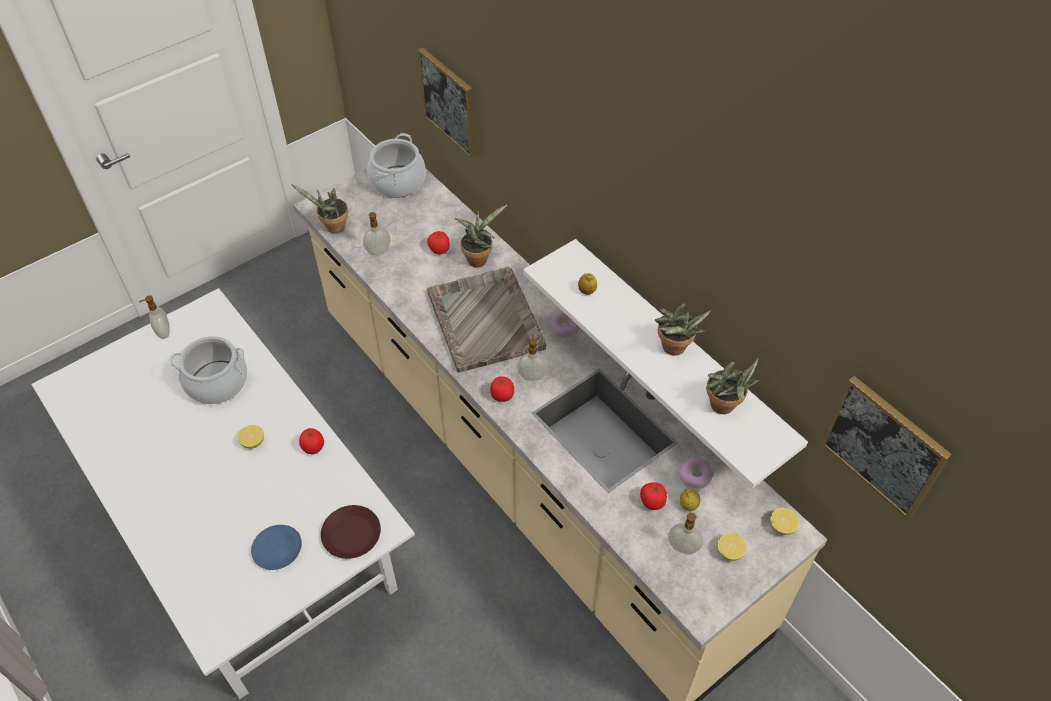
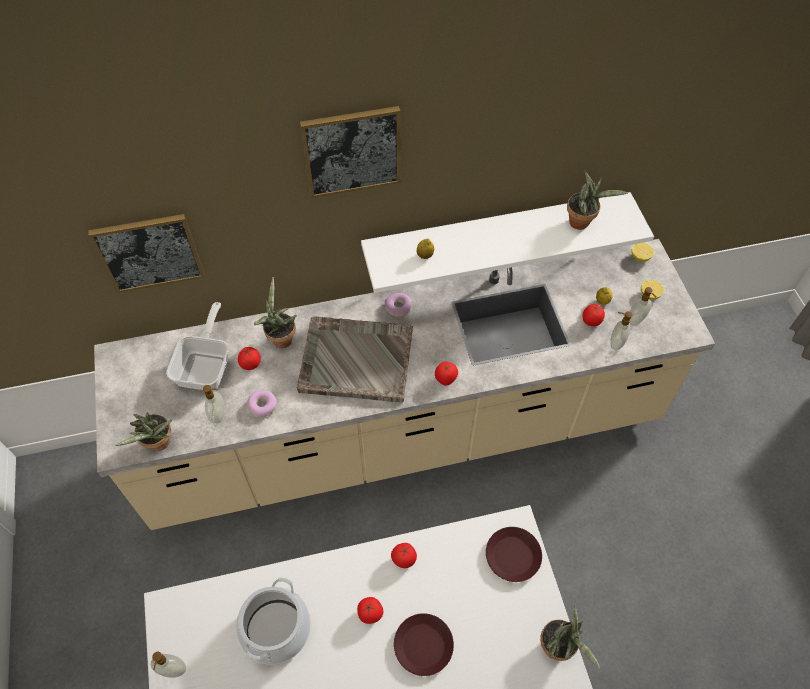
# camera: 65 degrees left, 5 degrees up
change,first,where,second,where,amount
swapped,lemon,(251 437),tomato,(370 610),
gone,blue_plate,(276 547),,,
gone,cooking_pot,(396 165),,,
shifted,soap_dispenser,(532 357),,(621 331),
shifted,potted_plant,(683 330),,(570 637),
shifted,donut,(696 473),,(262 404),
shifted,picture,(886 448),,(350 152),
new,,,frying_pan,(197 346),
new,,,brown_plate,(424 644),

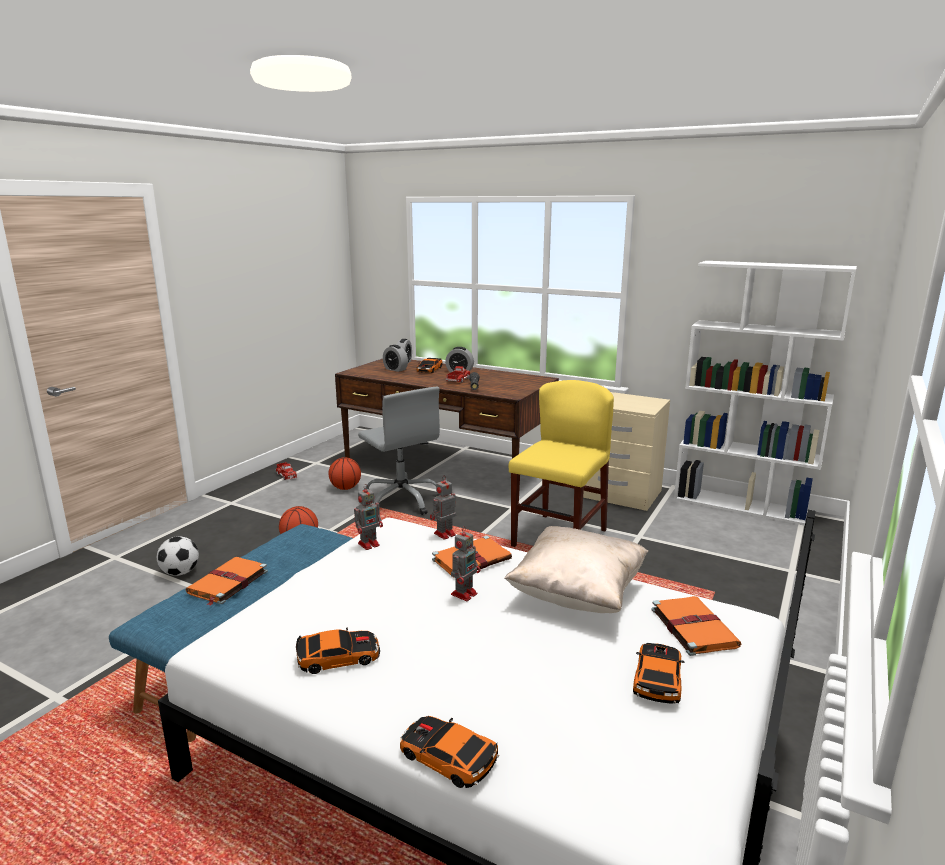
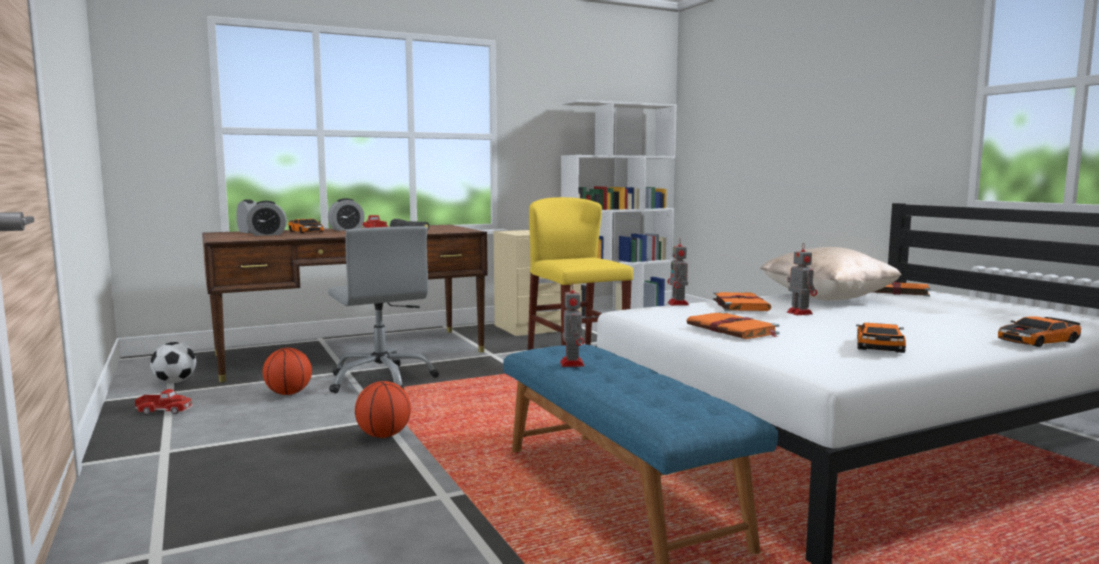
# camera: 55 degrees left, 10 degrees down
change,first,where,second,where,amount
shifted,football,(178 556),,(173 362),
shifted,orange_book,(227 581),,(733 325),
shifted,toy_robot,(368 517),,(572 325),
rotated,grey_office_chair,(399 451),,(383 309),60 degrees clockwise
gone,toy_car,(658 673),,,

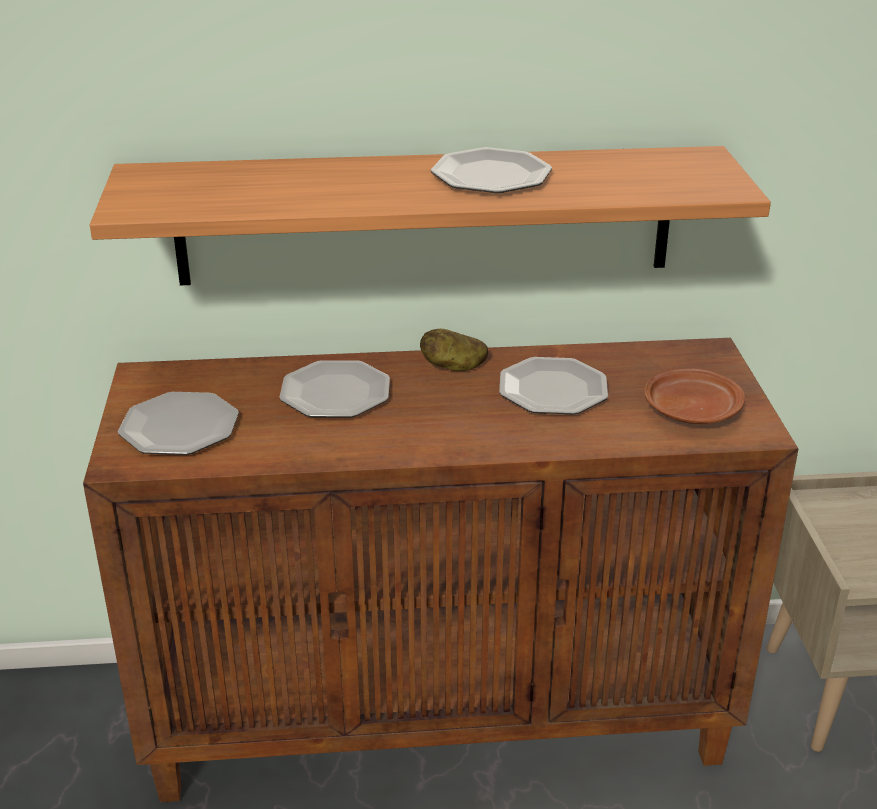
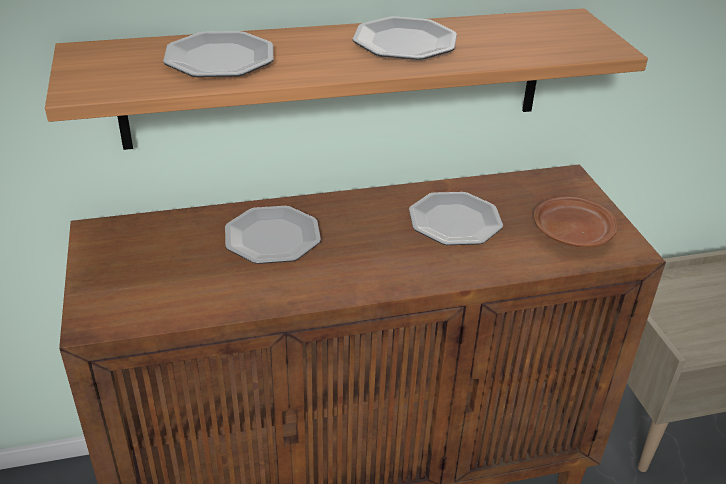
# camera: 10 degrees left, 5 degrees up
change,first,where,second,where,amount
shifted,plate,(178 423),,(218 54),
gone,potato,(454 350),,,

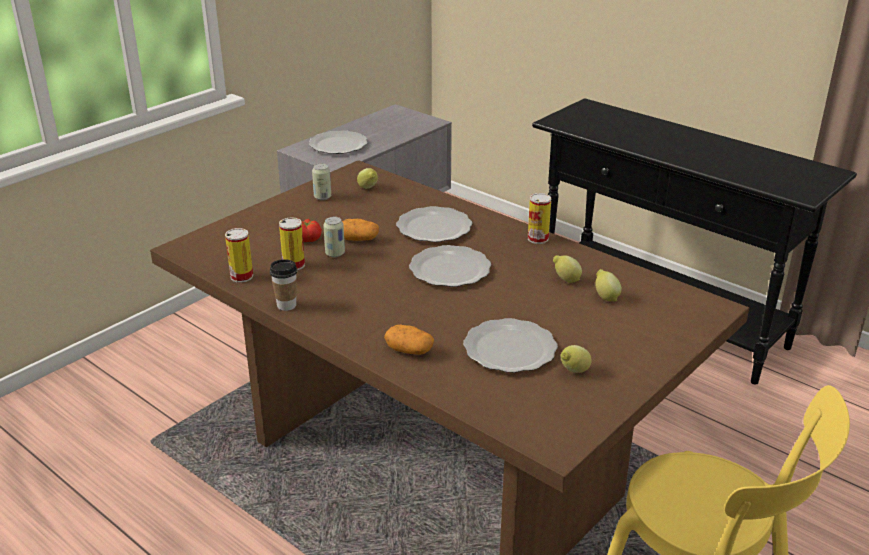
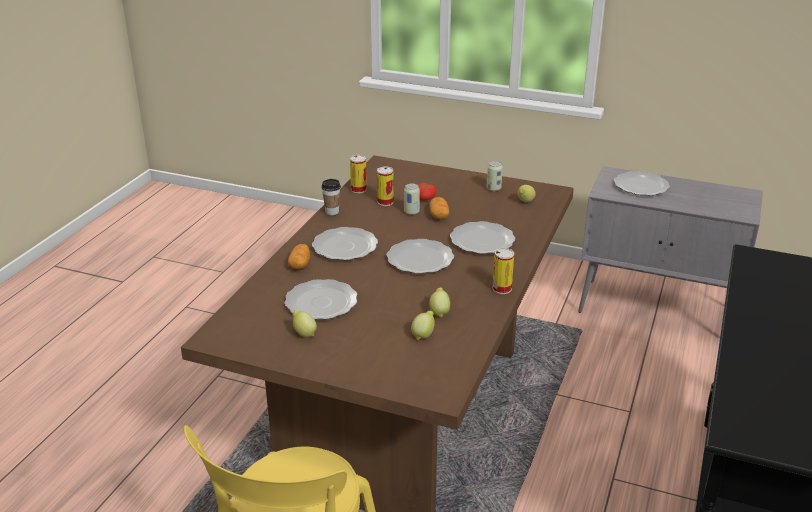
# camera: 70 degrees right, 0 degrees up
change,first,where,second,where,amount
new,,,plate,(345 243),

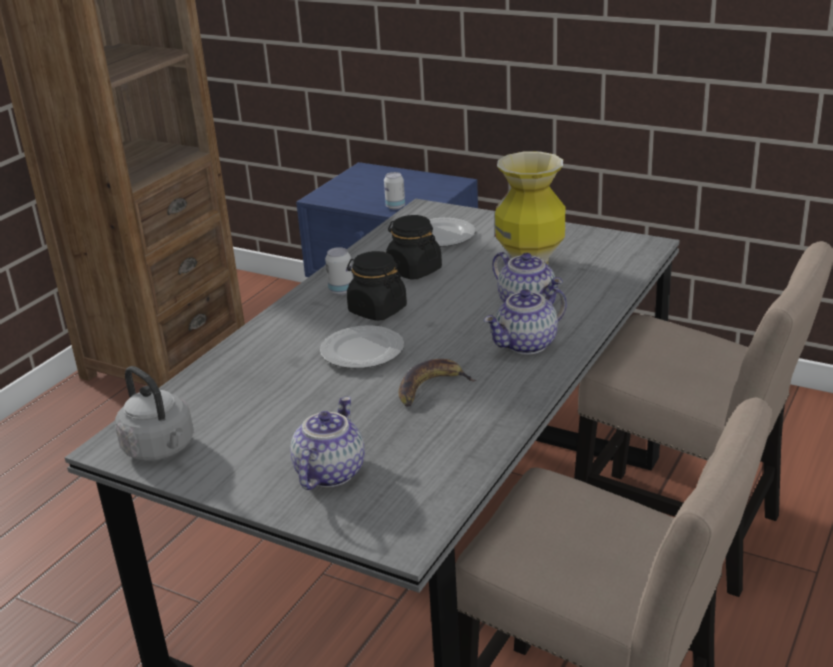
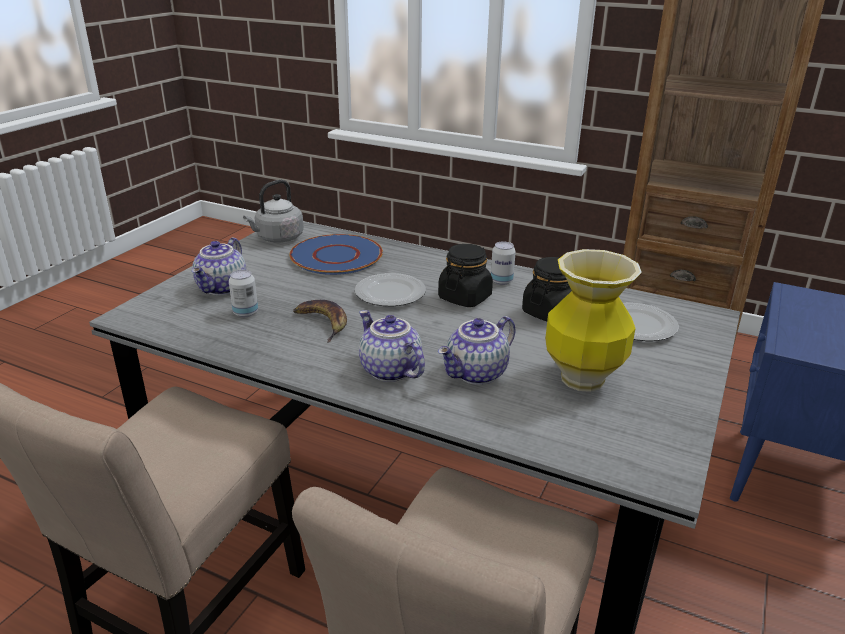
# camera: 85 degrees right, 0 degrees up
change,first,where,second,where,amount
rotated,teapot,(327 443),,(219 266),90 degrees clockwise
shifted,can,(394 191),,(243 293),
new,,,blue_plate,(336 254),

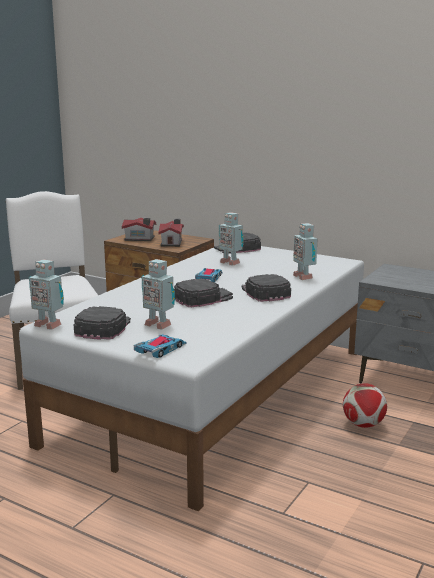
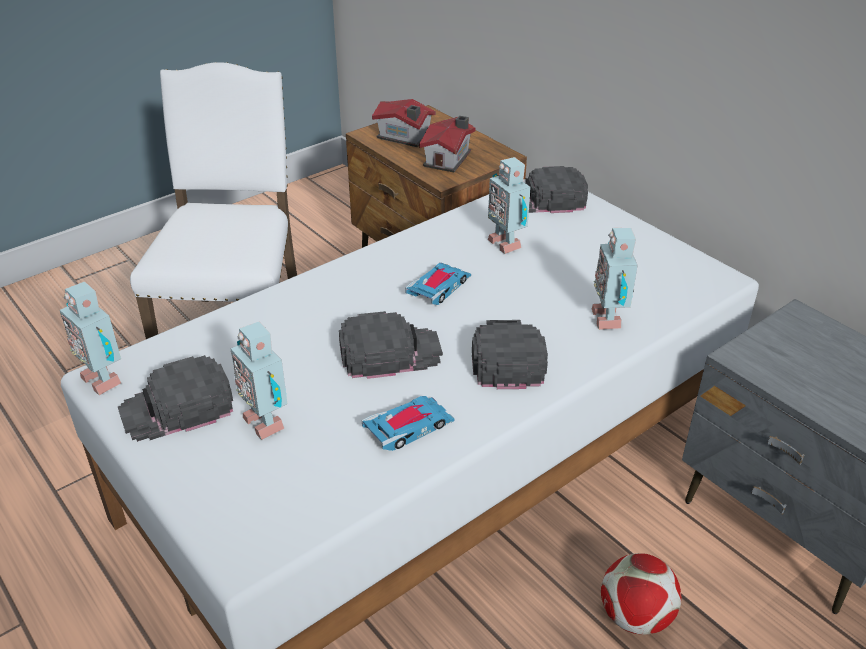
# camera: 20 degrees right, 20 degrees up
change,first,where,second,where,amount
rotated,black_cap,(102 323),,(175 398),150 degrees counterclockwise
shifted,toy_car,(160 346),,(408 423),

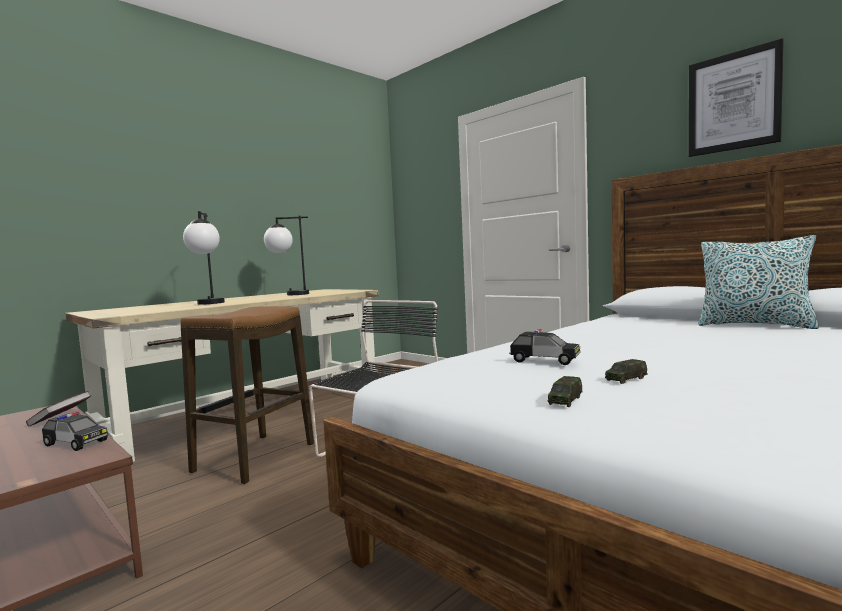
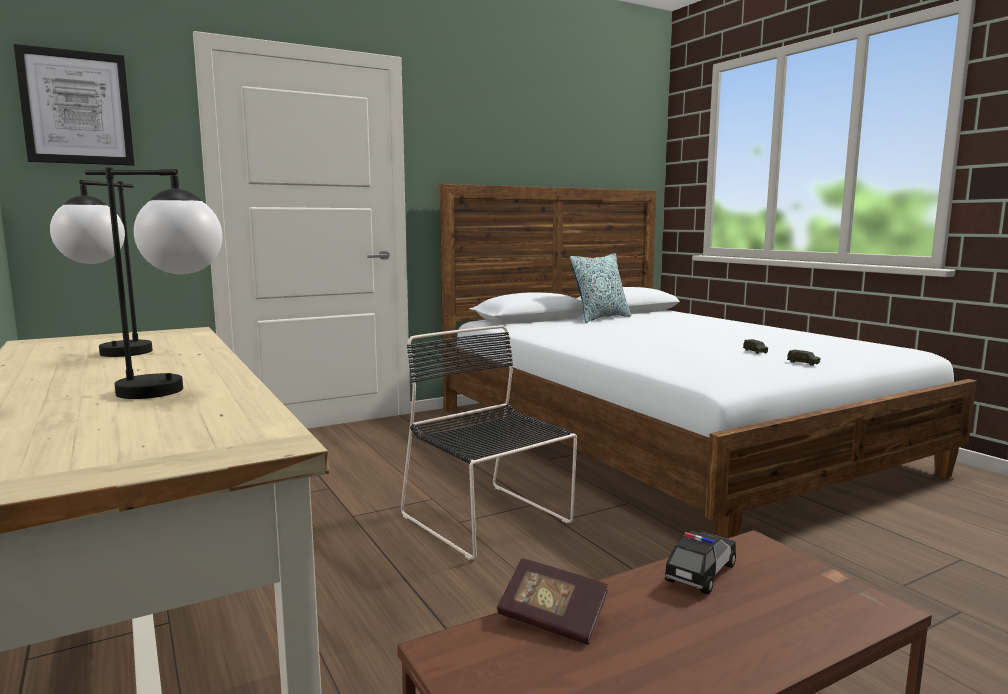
# camera: 75 degrees left, 5 degrees up
change,first,where,second,where,amount
gone,stool,(247 395),,,
gone,toy_car,(544 347),,,
shifted,picture,(736 97),,(74 105),

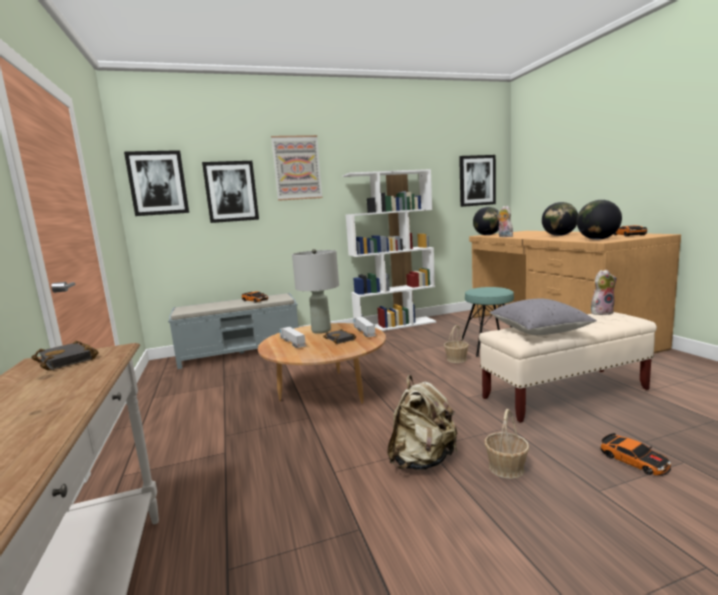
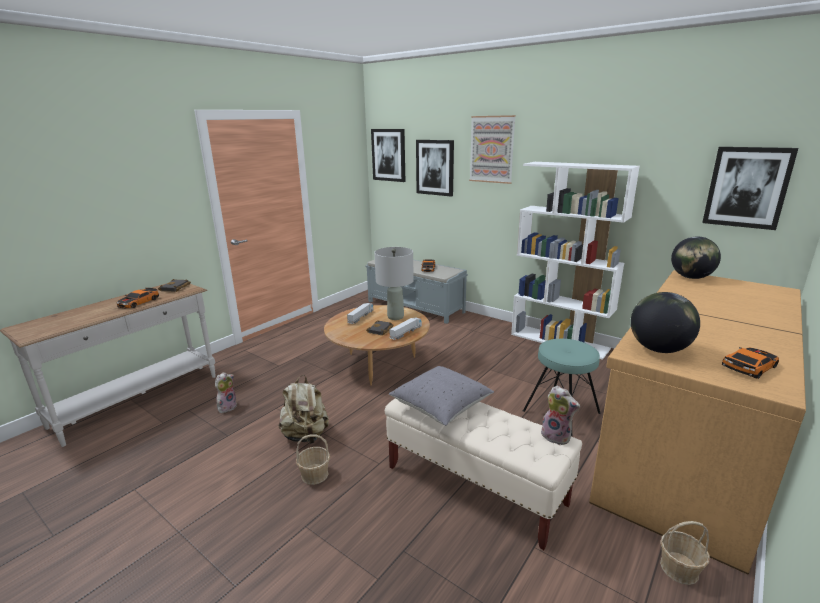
# camera: 55 degrees right, 10 degrees up
change,first,where,second,where,amount
shifted,basket,(456 344),,(685 553),
shifted,plush_toy,(505 221),,(226 392),
gone,globe,(560 219),,,
shifted,toy_car,(635 454),,(138 298),

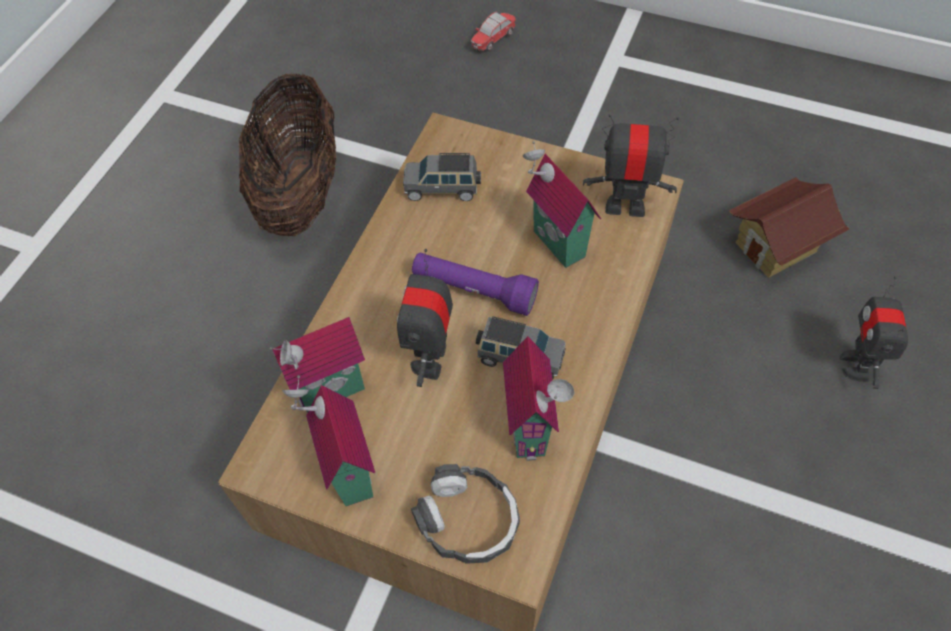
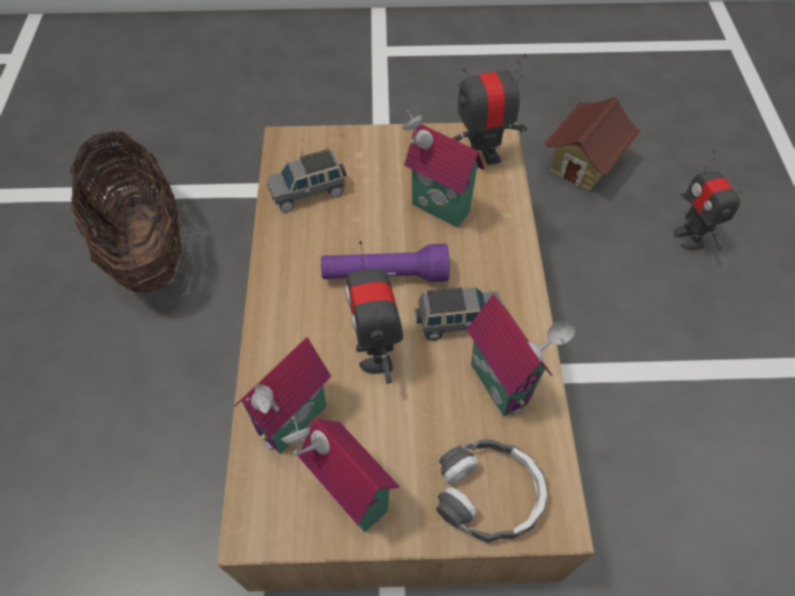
# camera: 25 degrees left, 0 degrees up
change,first,where,second,where,amount
gone,toy_car,(493 31),,,

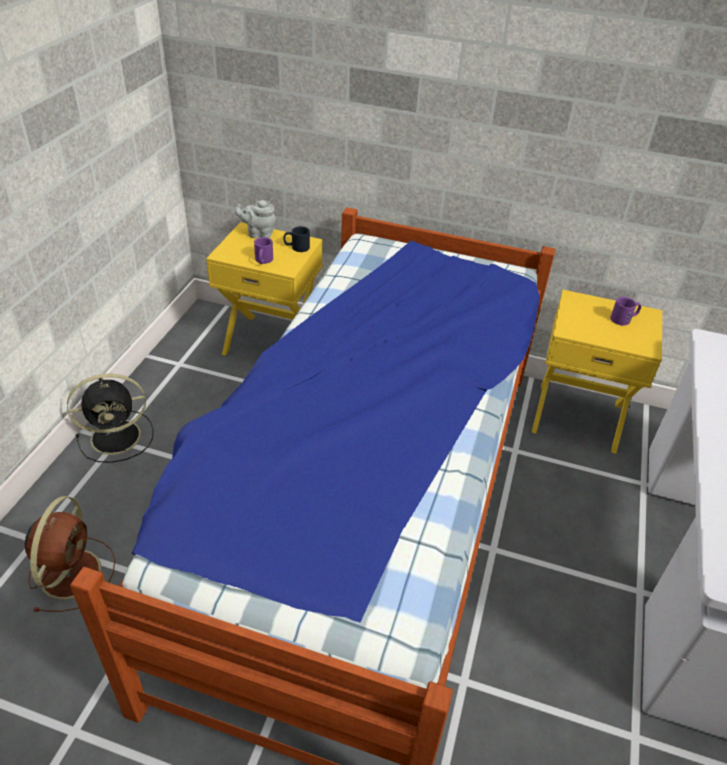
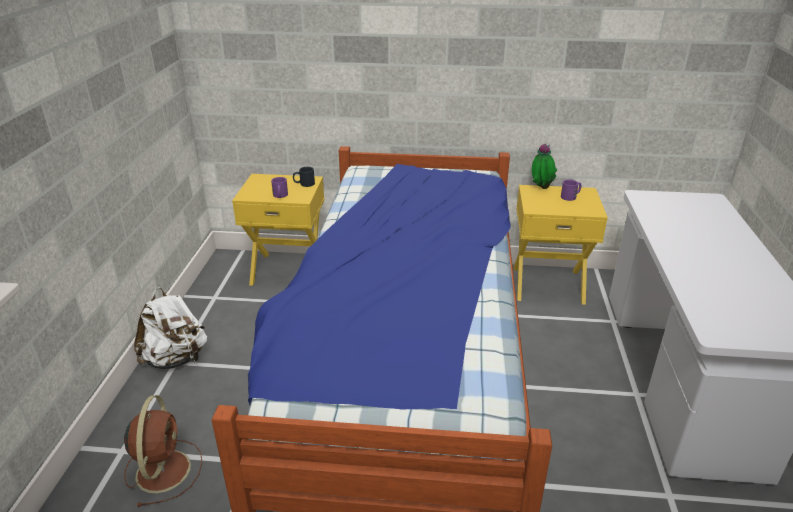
# camera: 10 degrees left, 10 degrees down
change,first,where,second,where,amount
swapped,black_fan,(110 418),white_backpack,(170 328),
gone,grey_teapot,(255 219),,,
new,,,potted_plant,(544 166),

